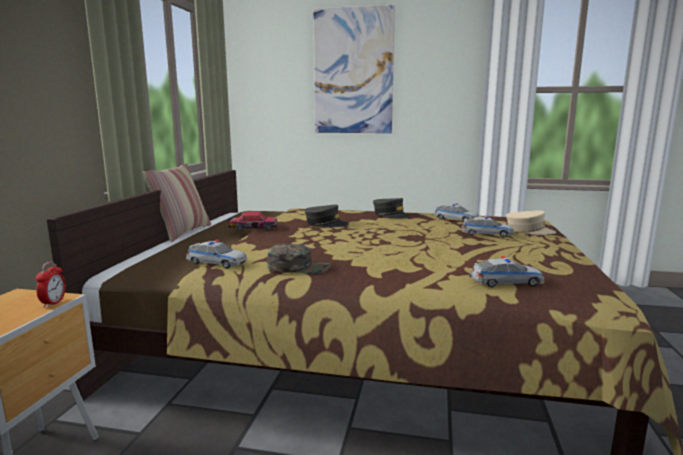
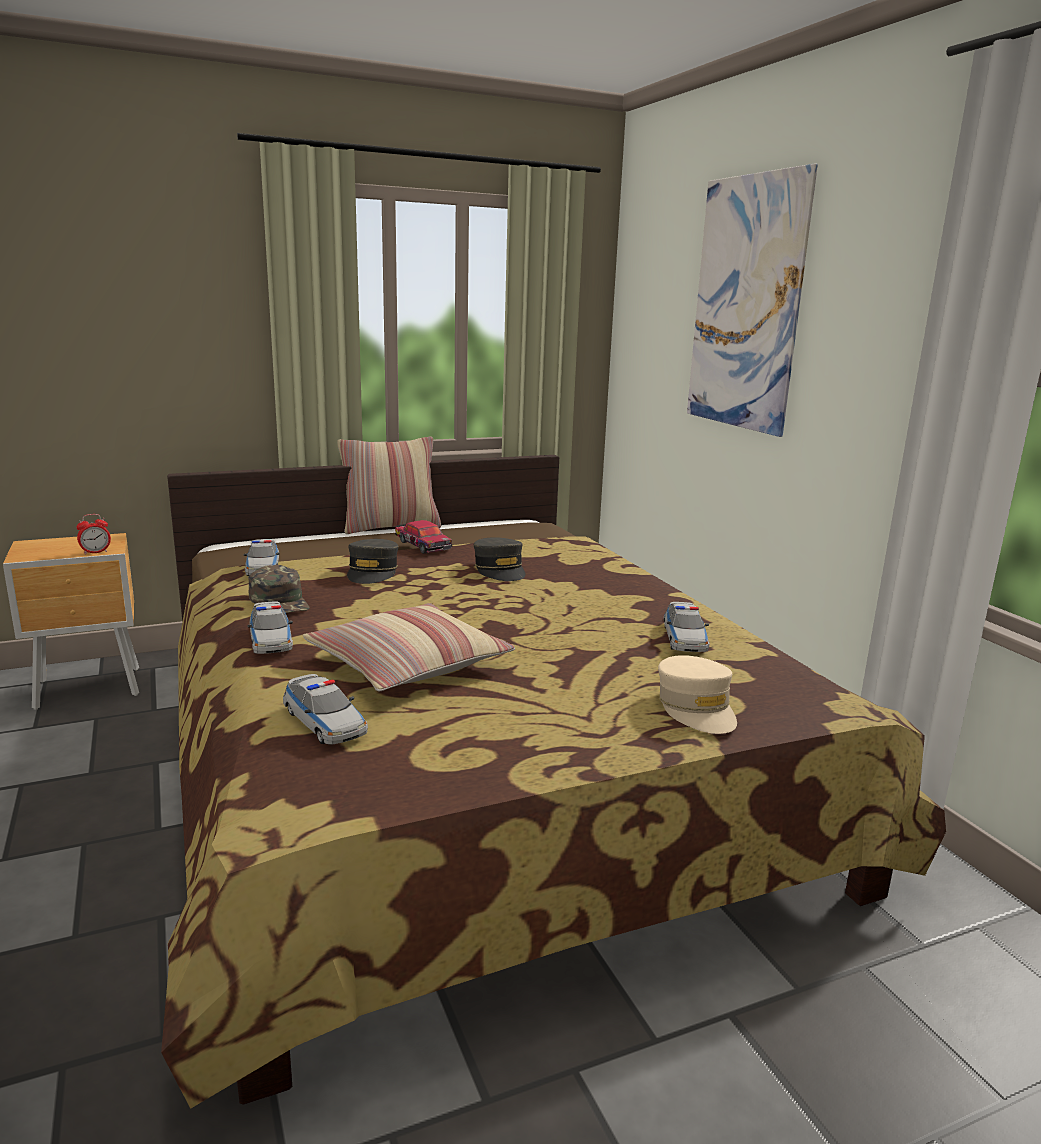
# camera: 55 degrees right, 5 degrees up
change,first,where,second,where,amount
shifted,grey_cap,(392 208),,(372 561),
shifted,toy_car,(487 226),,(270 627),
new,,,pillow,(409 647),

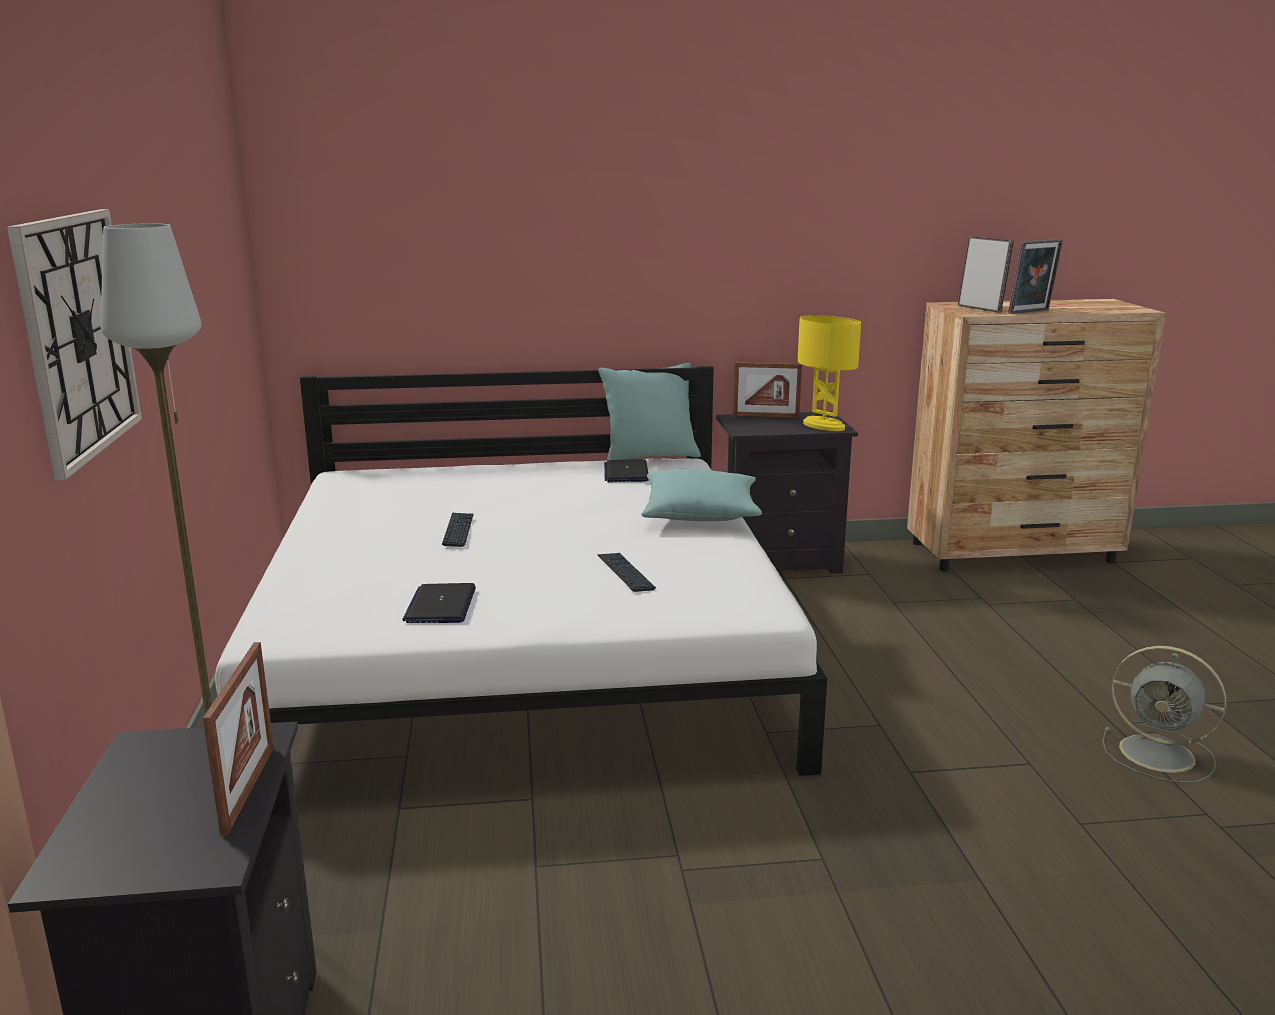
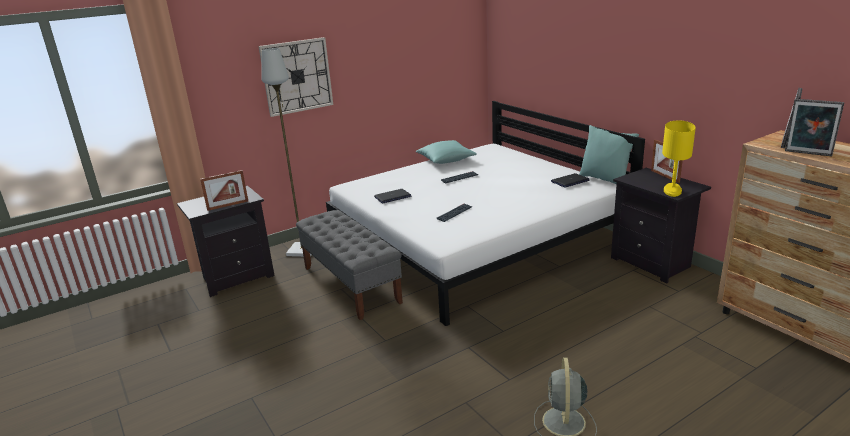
# camera: 65 degrees right, 5 degrees up
change,first,where,second,where,amount
shifted,turquoise_pillow,(701 495),,(446 152),
new,,,grey_bench,(349 265),

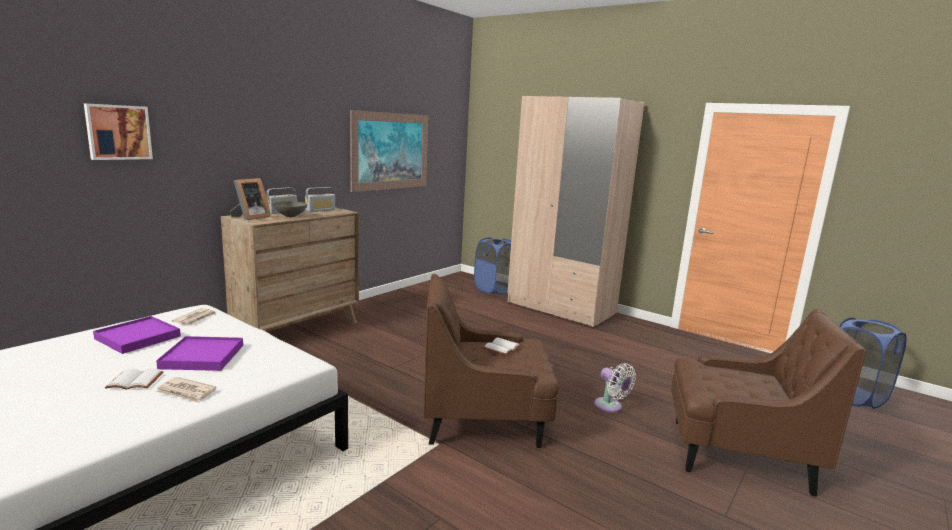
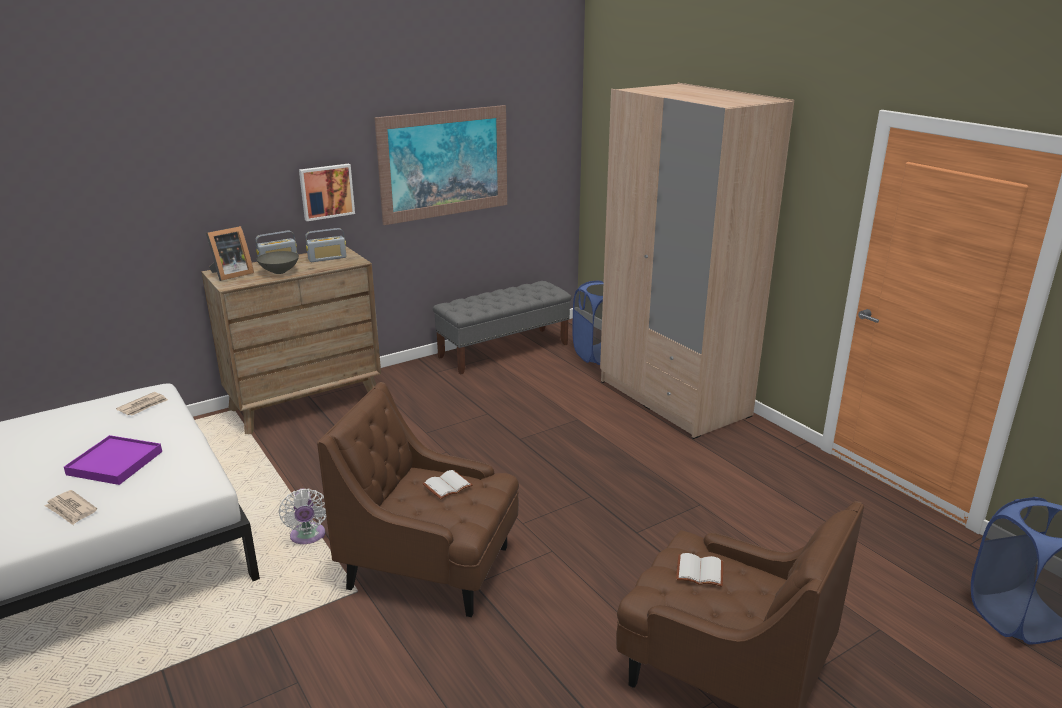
# camera: 20 degrees right, 10 degrees up
change,first,where,second,where,amount
shifted,picture,(118 131),,(327 192),
gone,purple_tray,(137 335),,,
shifted,white_book,(134 379),,(699 570),
shifted,white_fan,(615 388),,(302 516),
new,,,grey_bench,(502 328),

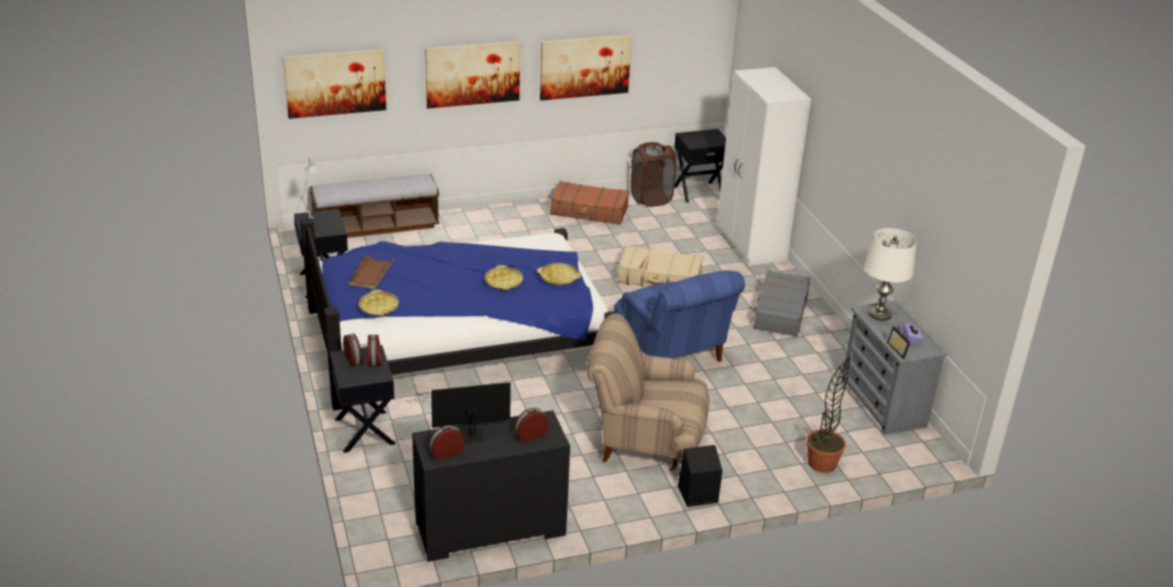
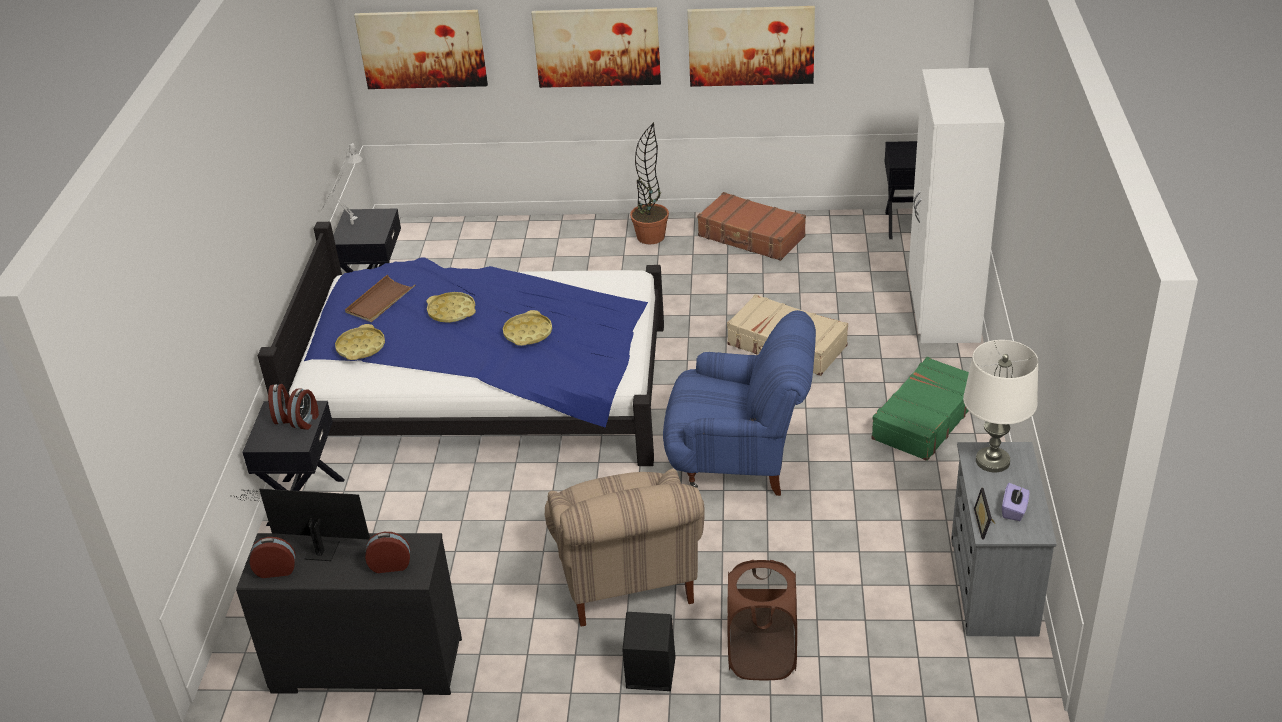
# camera: 25 degrees right, 5 degrees up
change,first,where,second,where,amount
gone,bench,(375 206),,,
shifted,yellow_tray,(559 274),,(451 307),
rotated,beige_armchair,(647 392),,(625 548),135 degrees counterclockwise
rotated,blue_armchair,(679 316),,(739 403),75 degrees counterclockwise
shifted,brown_laundry_basket,(653 174),,(762 620),
repainted,grey_suitcase,(780 303),green_suitcase,(920 409),
shifted,potted_plant,(828 414),,(649 183),

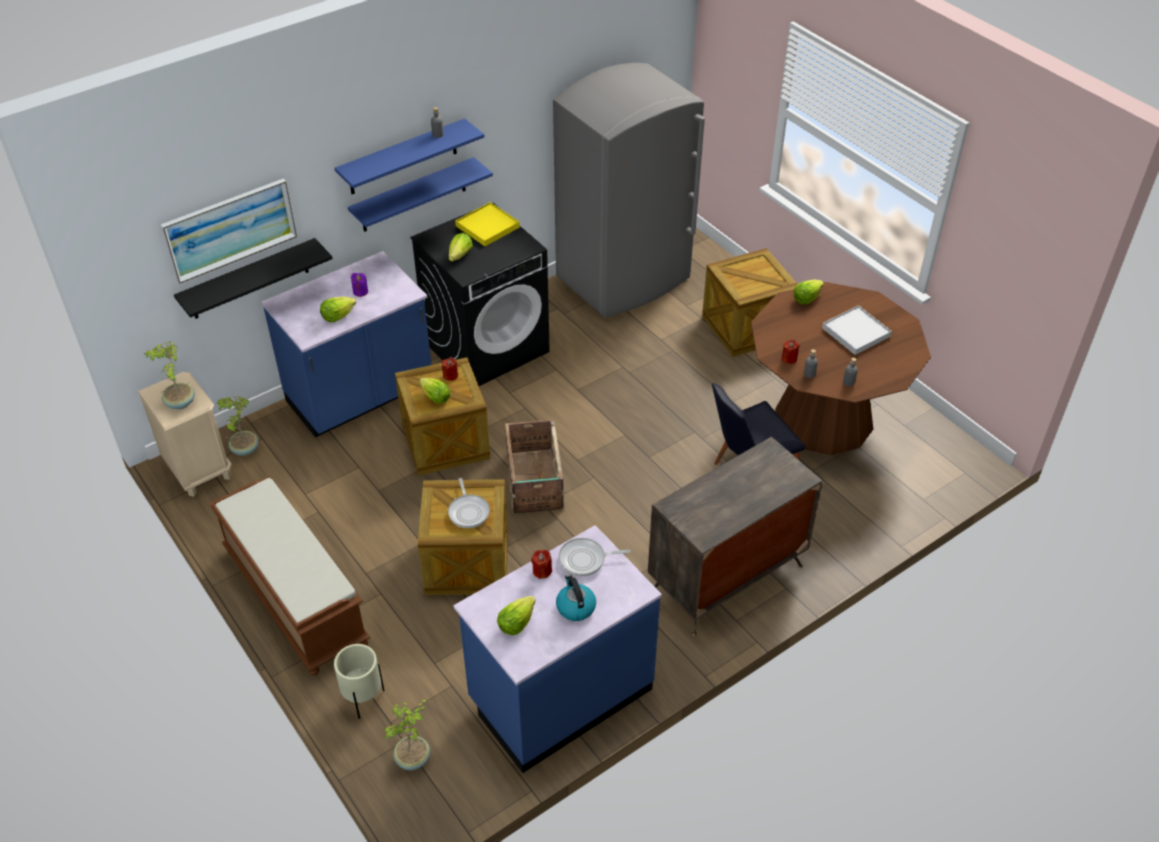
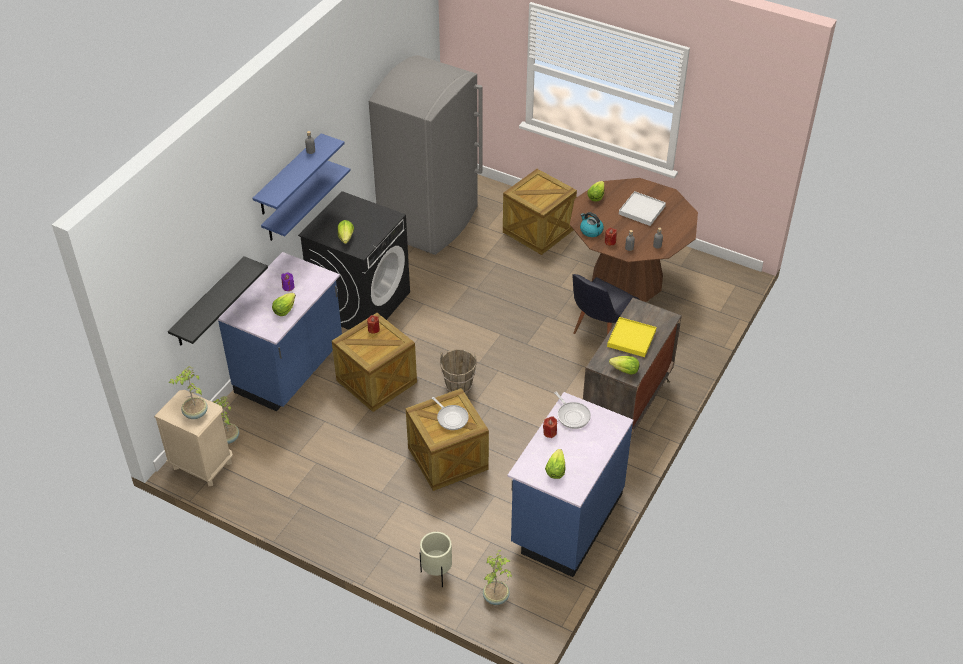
# camera: 25 degrees left, 0 degrees up
change,first,where,second,where,amount
gone,picture,(229 231),,,
gone,brown_bench,(290 576),,,
shifted,lettuce,(434 391),,(624 365),
shifted,yellow_tray,(487 224),,(631 337),
swapped,crate,(534 466),brown_bucket,(458 371),
shifted,kettle,(576 597),,(592 224),
rotated,frying_pan,(594 557),,(572 410),90 degrees counterclockwise

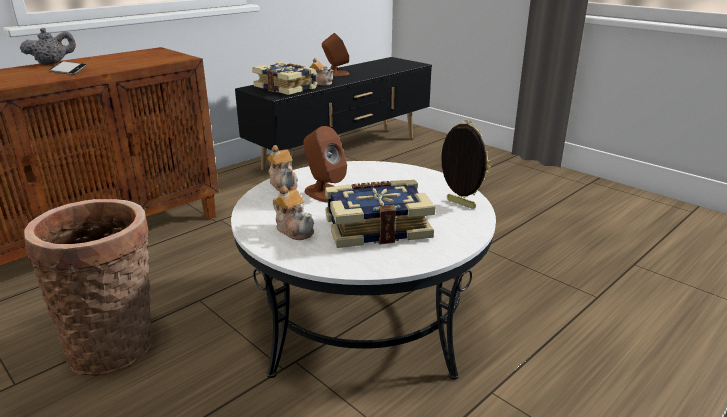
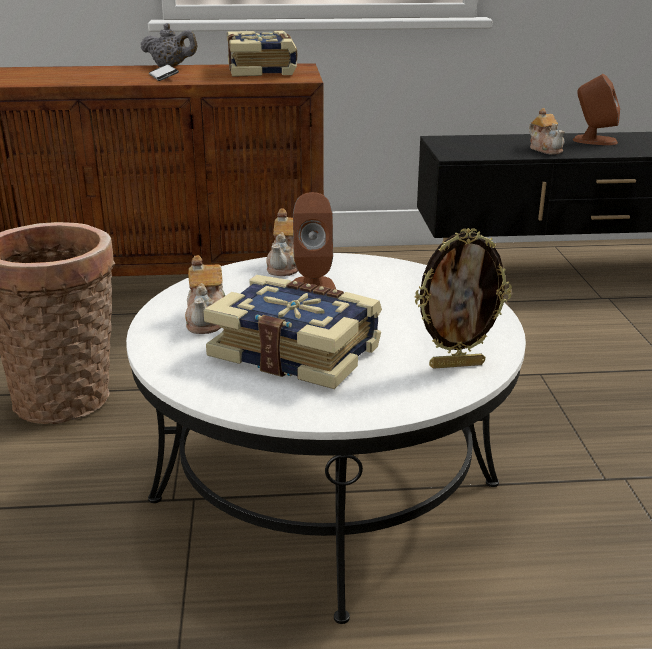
# camera: 40 degrees right, 0 degrees up
change,first,where,second,where,amount
shifted,book,(284 78),,(262 54),
rotated,picture_frame,(465 164),,(463 298),90 degrees clockwise

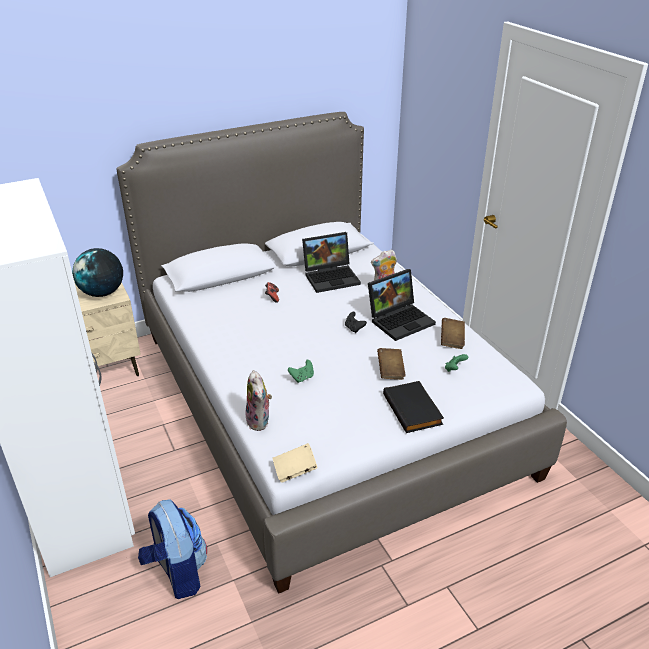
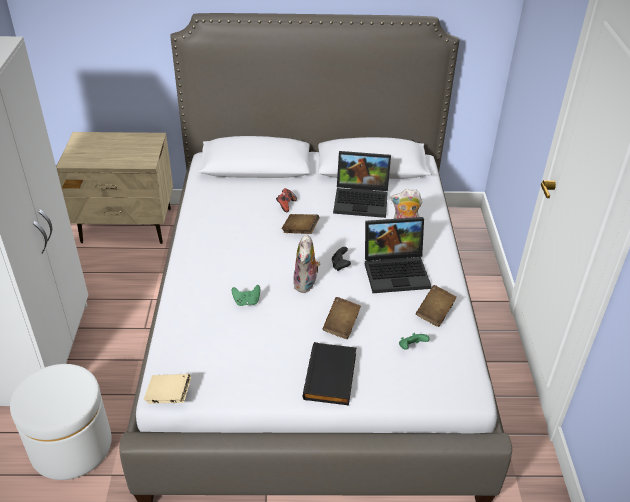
# camera: 25 degrees right, 5 degrees up
change,first,where,second,where,amount
gone,globe,(97 272),,,
swapped,backpack,(172 549),white_ottoman,(61 422),
shifted,plush_toy,(258 400),,(307 263),
new,,,brown_book,(300 224),

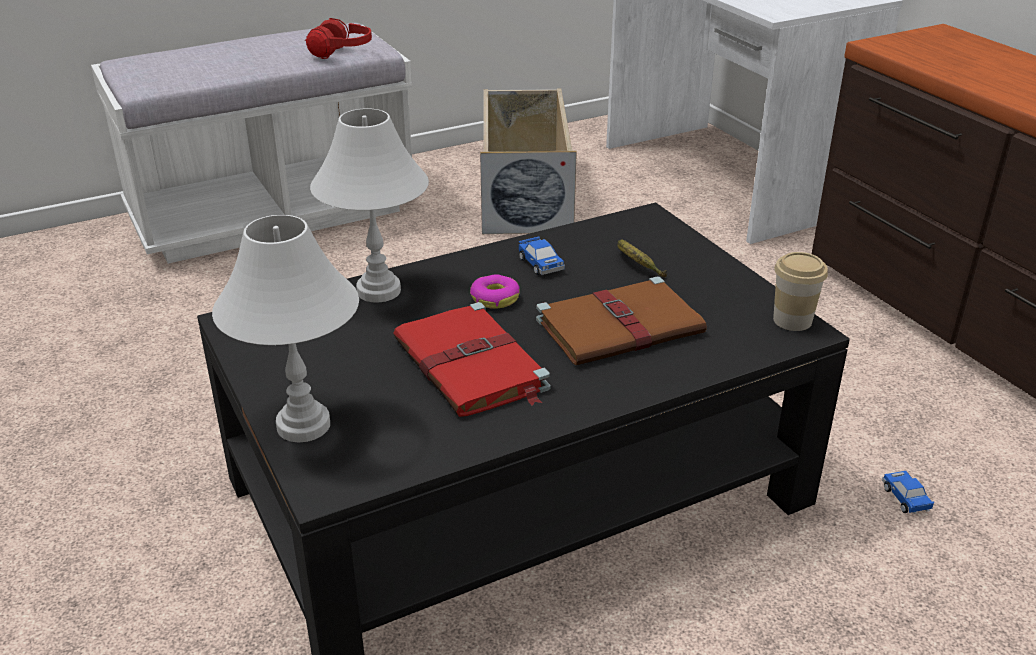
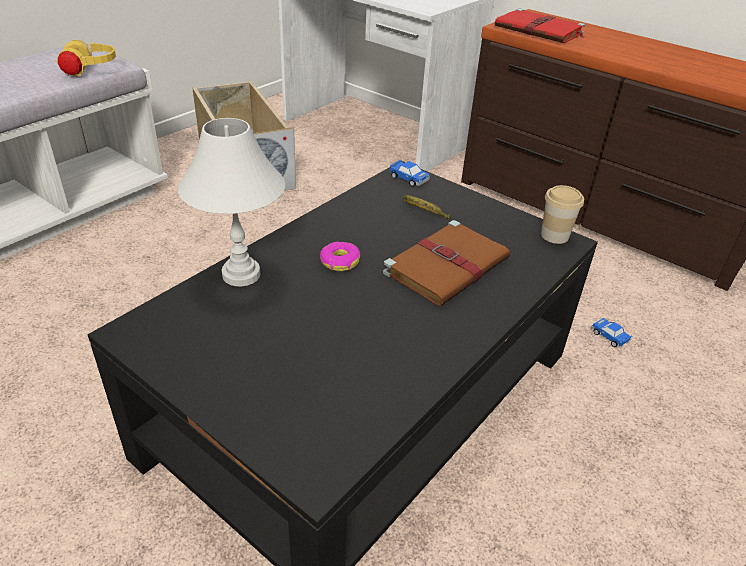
# camera: 25 degrees left, 5 degrees up
change,first,where,second,where,amount
gone,white_table_lamp,(285 329),,,
repainted,red_headphones,(338 38),yellow_headphones,(85 58),
shifted,red_book,(471 359),,(540 25),
shifted,toy_car,(542 255),,(410 173),

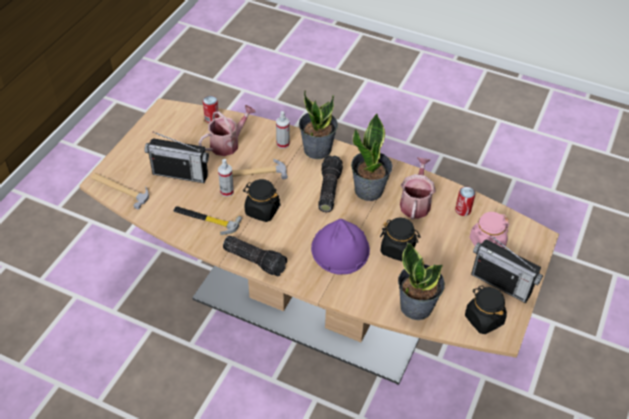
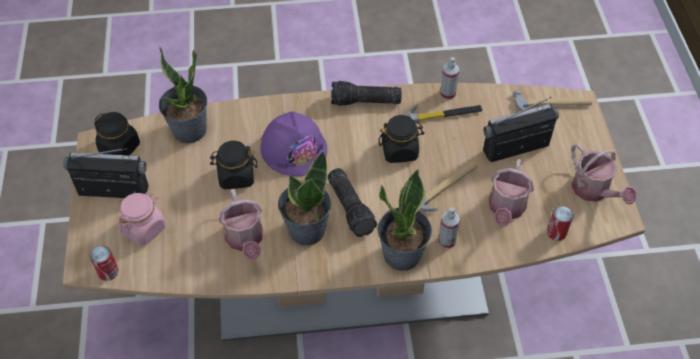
# camera: 150 degrees right, 5 degrees up
change,first,where,second,where,amount
shifted,spray_bottle,(226 178),,(449 78),
shifted,can,(465 201),,(104 263),
new,,,watering_can,(604 174),

